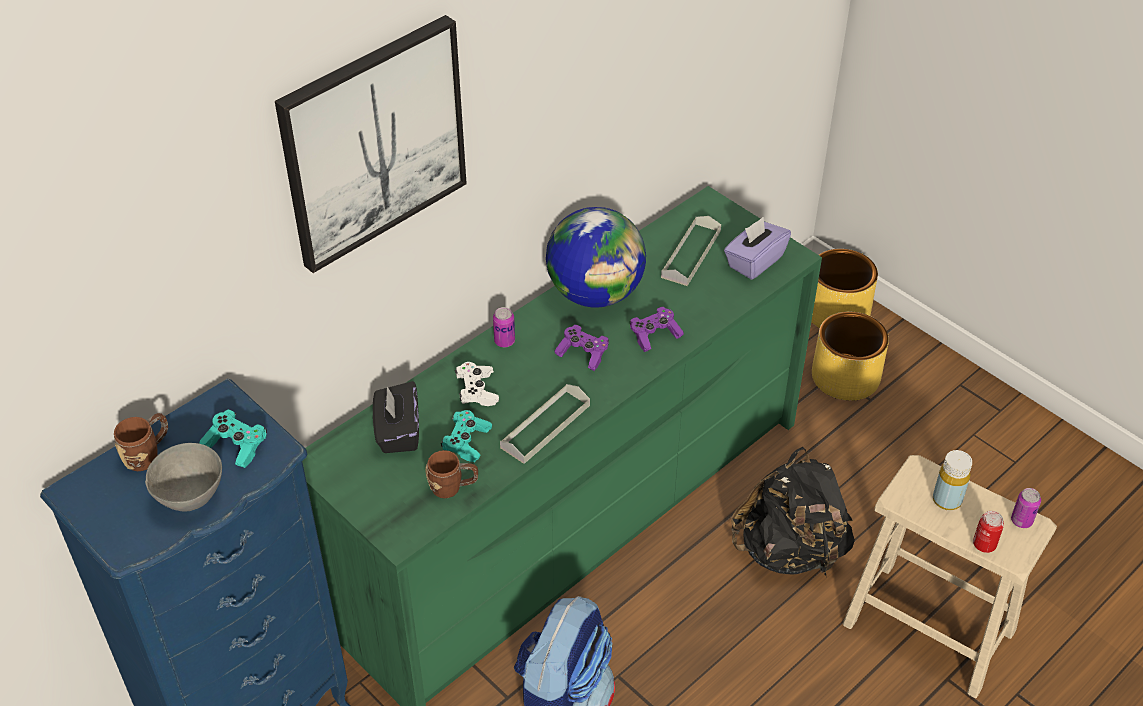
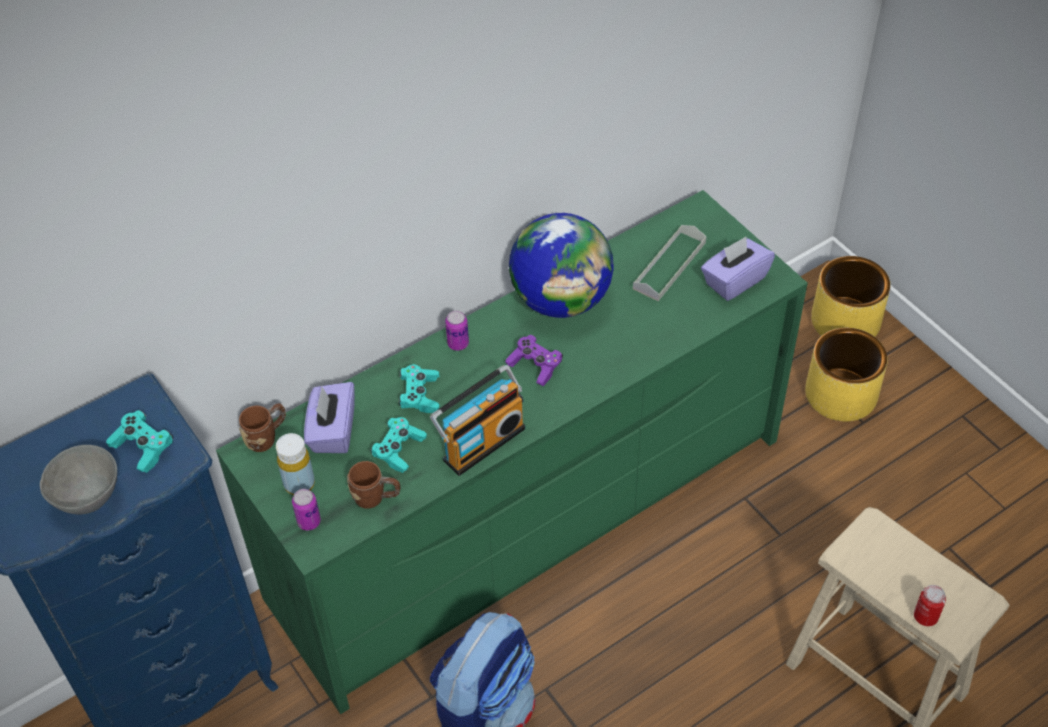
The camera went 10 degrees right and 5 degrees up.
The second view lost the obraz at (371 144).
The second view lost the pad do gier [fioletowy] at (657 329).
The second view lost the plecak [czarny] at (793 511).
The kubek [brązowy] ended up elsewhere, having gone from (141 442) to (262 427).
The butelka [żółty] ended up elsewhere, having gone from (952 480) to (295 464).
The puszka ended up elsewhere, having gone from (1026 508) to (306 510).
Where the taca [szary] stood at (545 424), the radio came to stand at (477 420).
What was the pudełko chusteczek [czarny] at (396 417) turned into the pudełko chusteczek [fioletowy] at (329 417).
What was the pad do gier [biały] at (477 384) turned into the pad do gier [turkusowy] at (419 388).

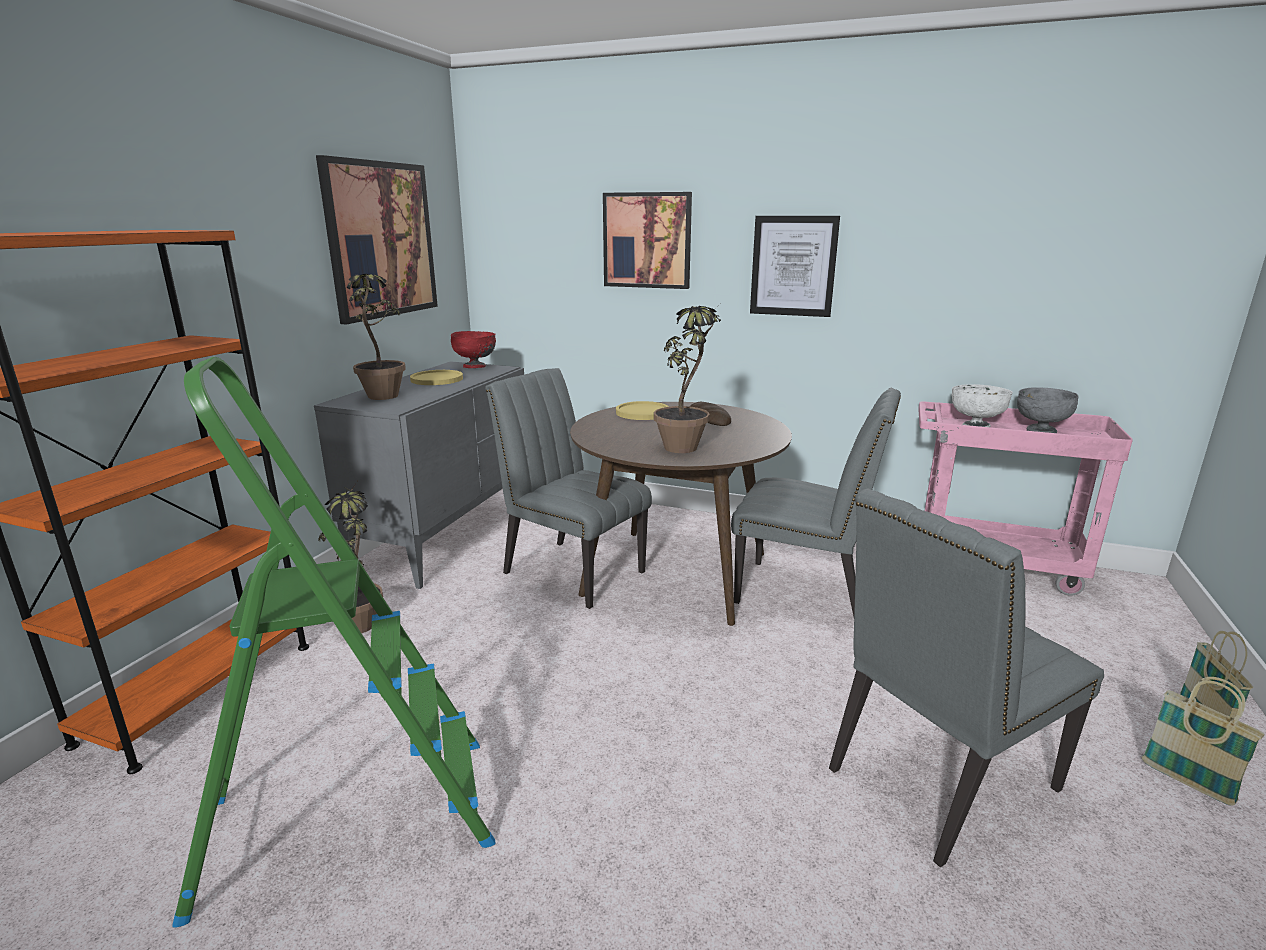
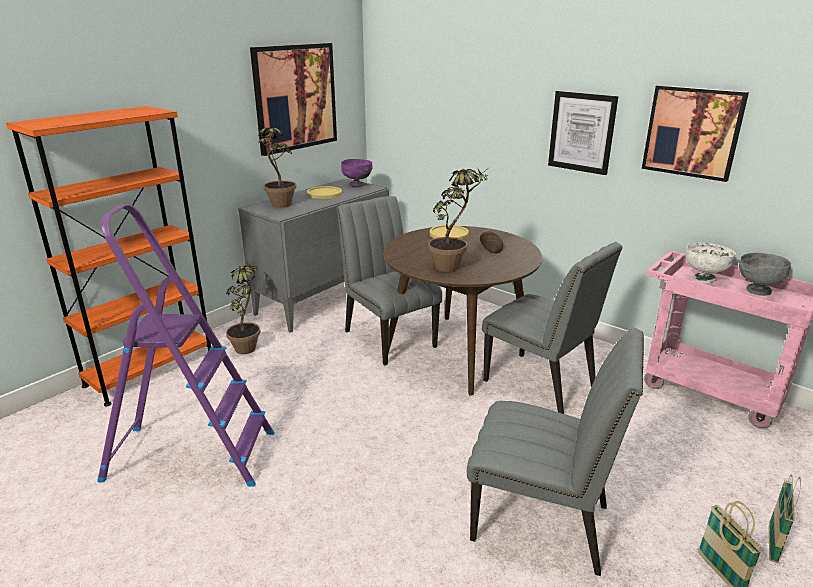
The camera went 20 degrees right and 5 degrees up.
The obraz ended up elsewhere, having gone from (647 240) to (695 133).
What was the drabinka [zielony] at (334 642) turned into the drabinka [fioletowy] at (186 345).
What was the miska [czerwony] at (473 349) turned into the miska [fioletowy] at (357 172).
The krzesło [szary] at (966 677) ended up facing another way, 150 degrees counterclockwise from before.

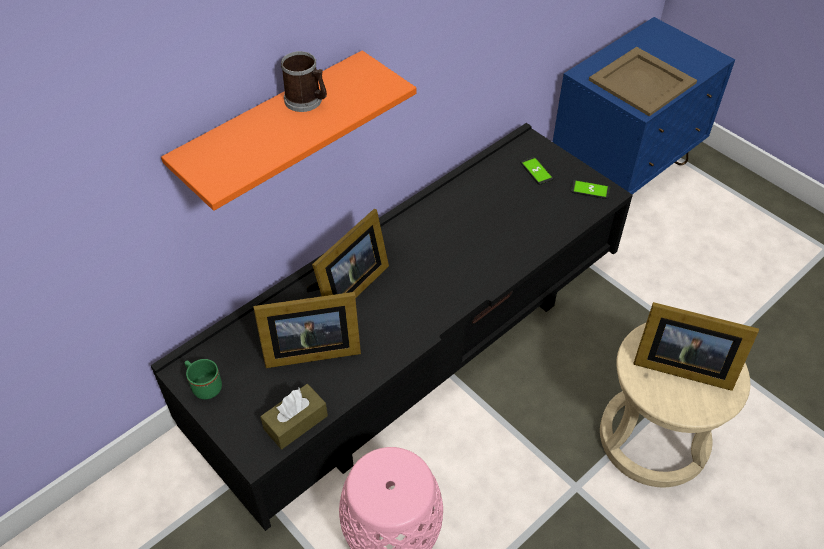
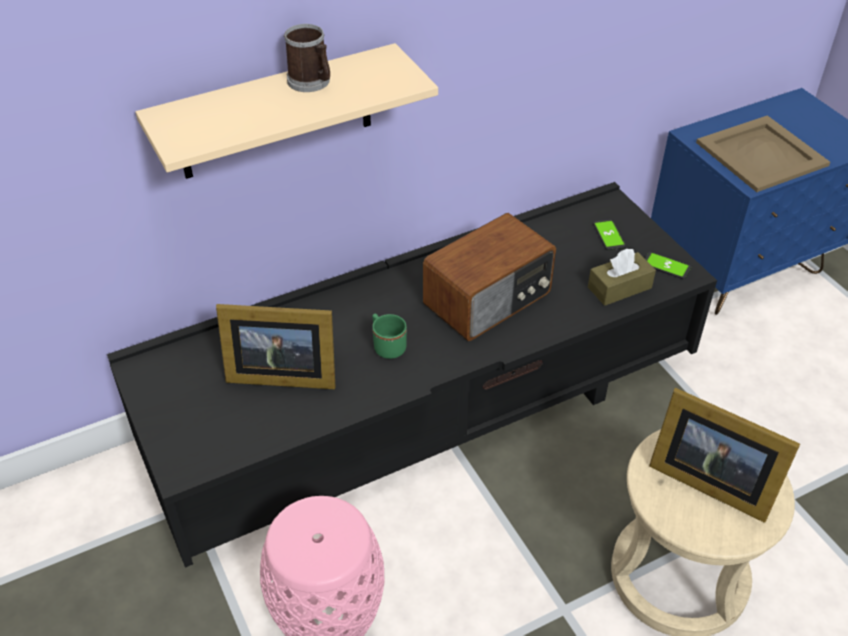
The camera went 15 degrees right and 5 degrees down.
The second view lost the ramka na zdjęcie at (348 253).
The second view gained the radio at (489 277).
The kubek [zielony] ended up elsewhere, having gone from (203 379) to (389 336).
The pudełko chusteczek [brązowy] ended up elsewhere, having gone from (294 416) to (622 277).
What was the półka [pomarańczowy] at (288 130) turned into the półka [beżowy] at (286 111).

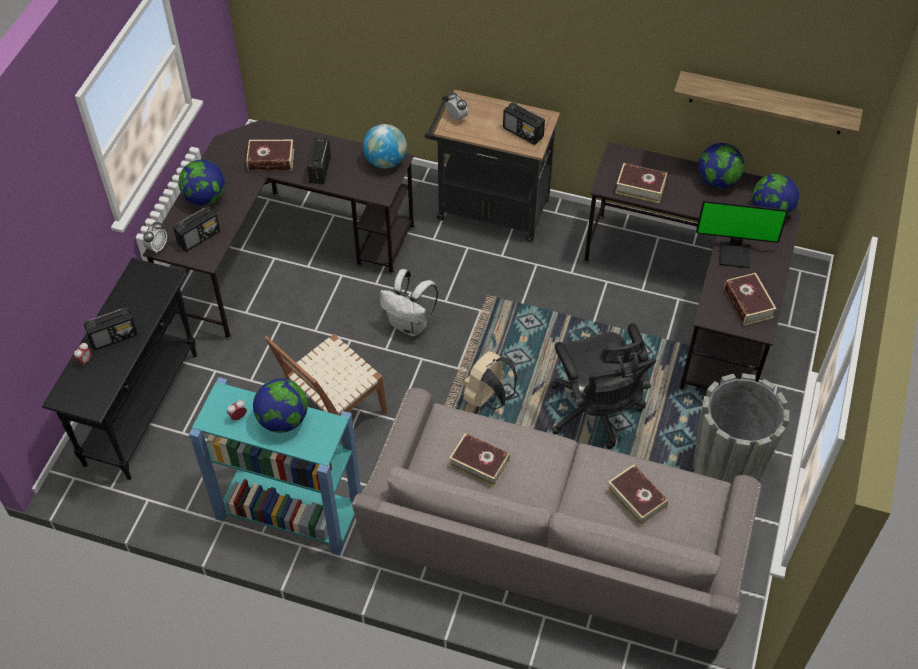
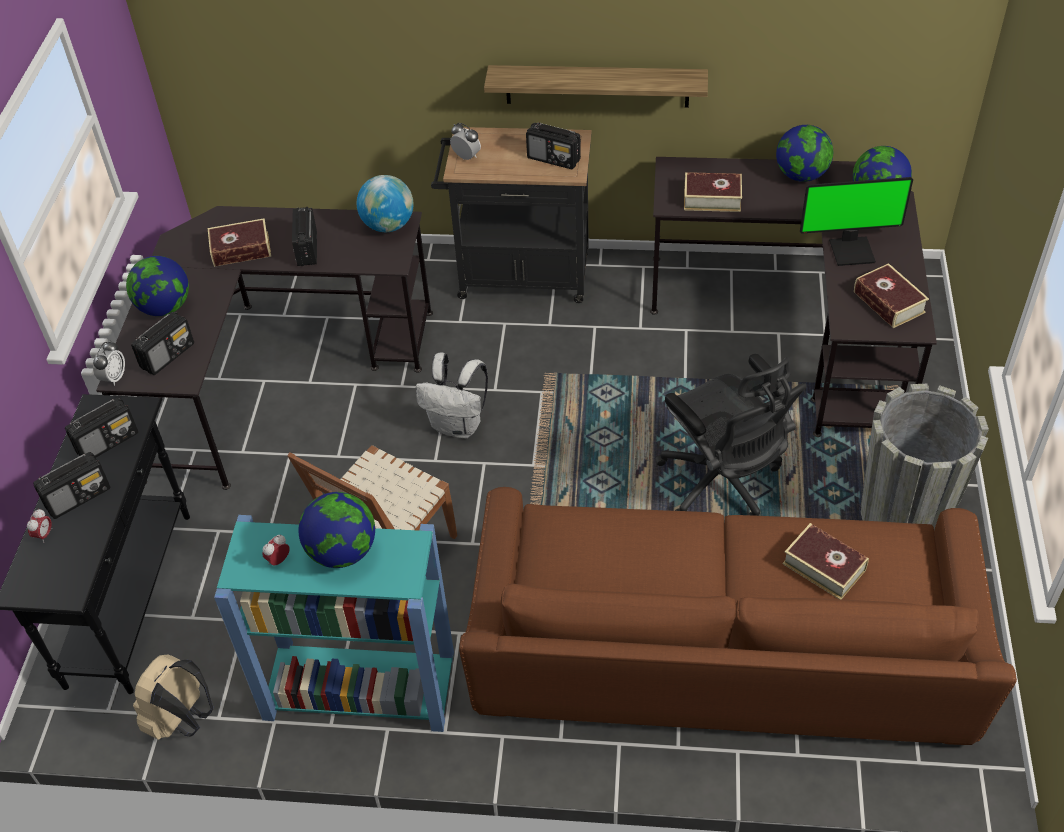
The camera went 10 degrees left and 5 degrees down.
The second view lost the książka at (479 460).
The second view gained the radio at (101 427).
The plecak [beżowy] ended up elsewhere, having gone from (490 380) to (173 697).
The półka ended up elsewhere, having gone from (768 103) to (596 86).
What was the kanapa [szary] at (556 519) turned into the kanapa [brązowy] at (738 616).

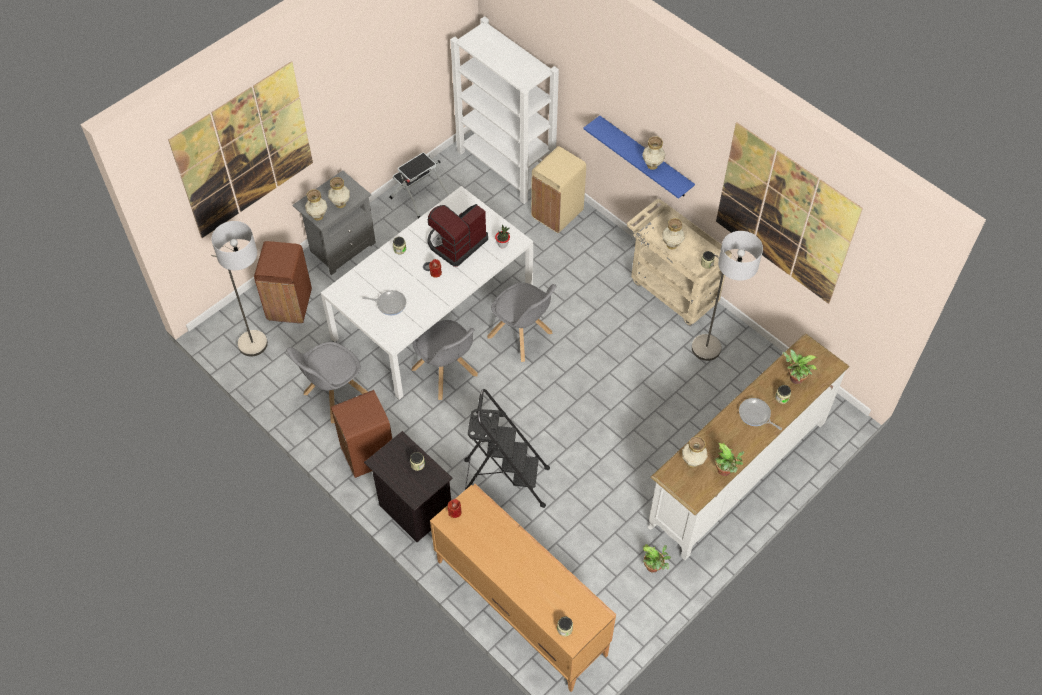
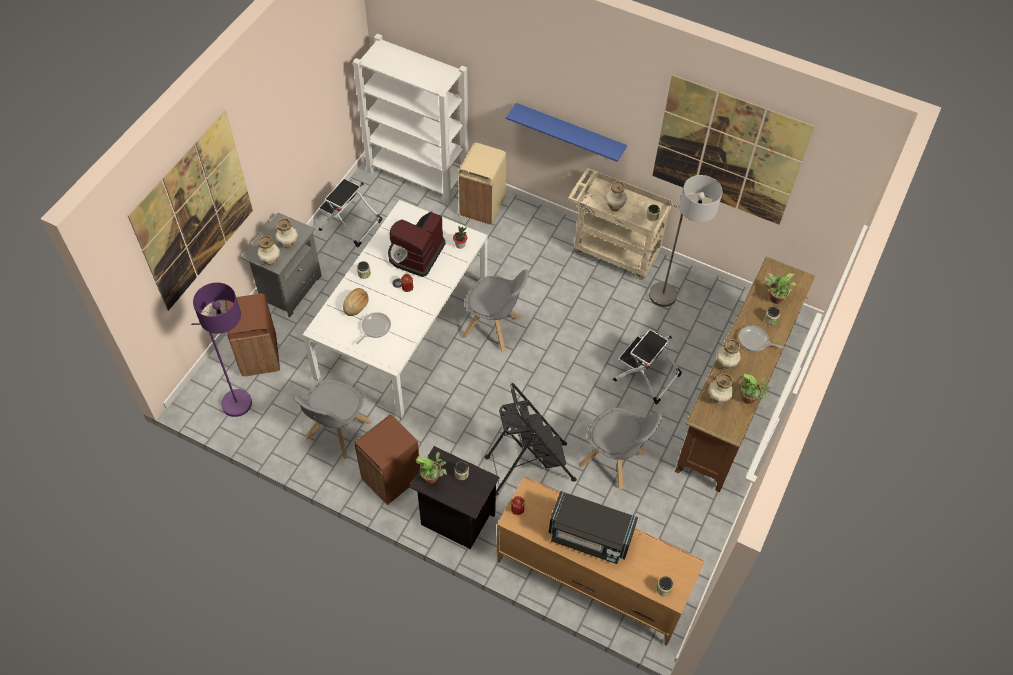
The camera went 20 degrees left and 0 degrees up.
The second view gained the chleb at (356 302).
The second view gained the mikrofalówka [czarny] at (593 527).
The second view gained the drabinka at (647 367).
The krzesło [szary] ended up elsewhere, having gone from (444 360) to (620 449).
The wazon ended up elsewhere, having gone from (654 153) to (728 354).
The roślina doniczkowa ended up elsewhere, having gone from (657 558) to (431 468).
What was the lampa stojąca [szary] at (239 289) turned into the lampa stojąca [fioletowy] at (221 349).
What was the szafka [biały] at (748 446) turned into the szafka [brązowy] at (745 374).
The patelnia at (384 302) ended up facing another way, 45 degrees counterclockwise from before.

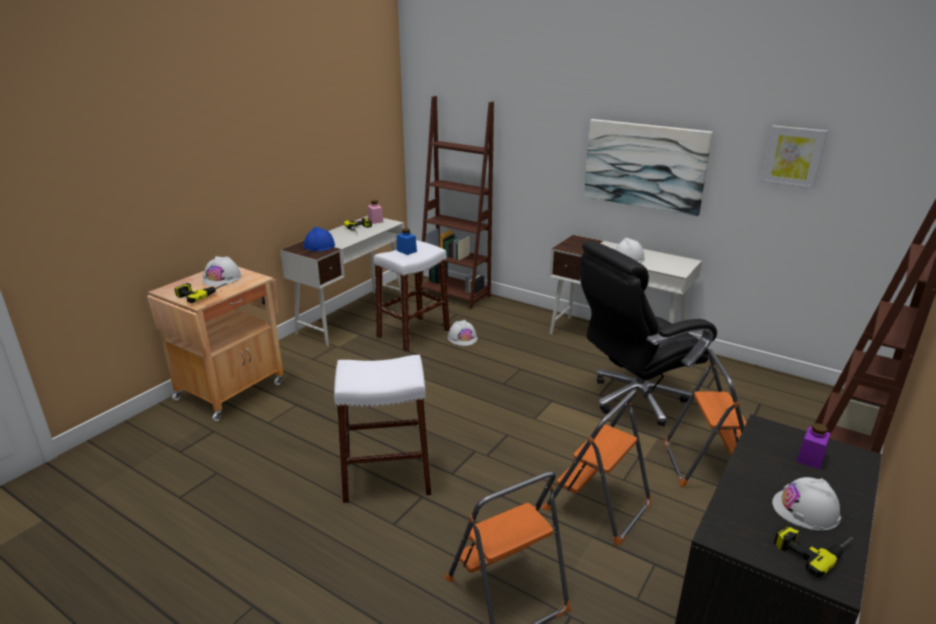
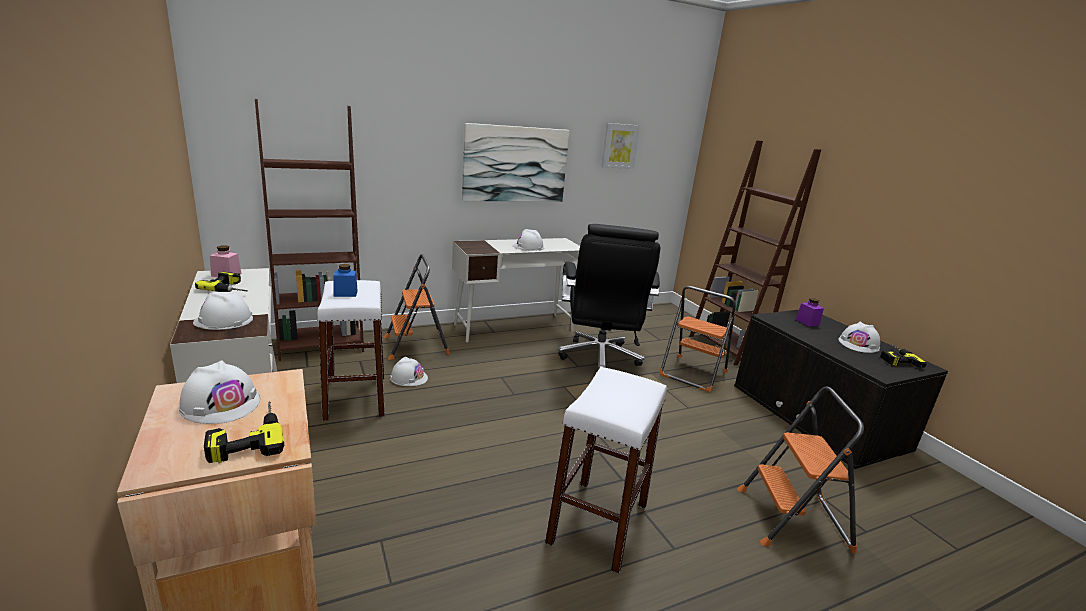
The camera went 60 degrees left and 5 degrees down.
The drabinka [pomarańczowy] ended up elsewhere, having gone from (597 467) to (417 307).
What was the kask [niebieski] at (319 239) turned into the kask [biały] at (223 311).

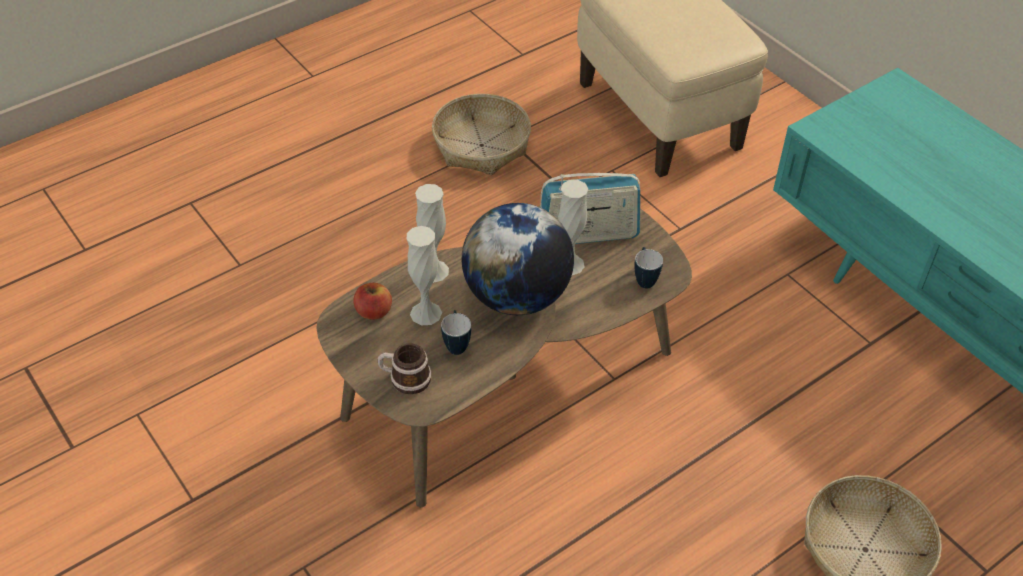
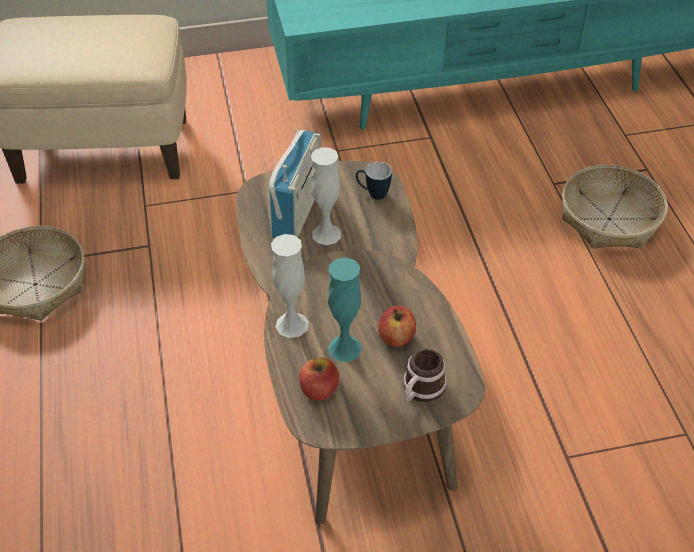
The camera went 65 degrees left and 0 degrees up.
The second view lost the globus at (518 259).
Where the kubek stood at (456 332), the jabłko came to stand at (397 326).
What was the wazon [biały] at (424 275) turned into the wazon [turkusowy] at (345 309).

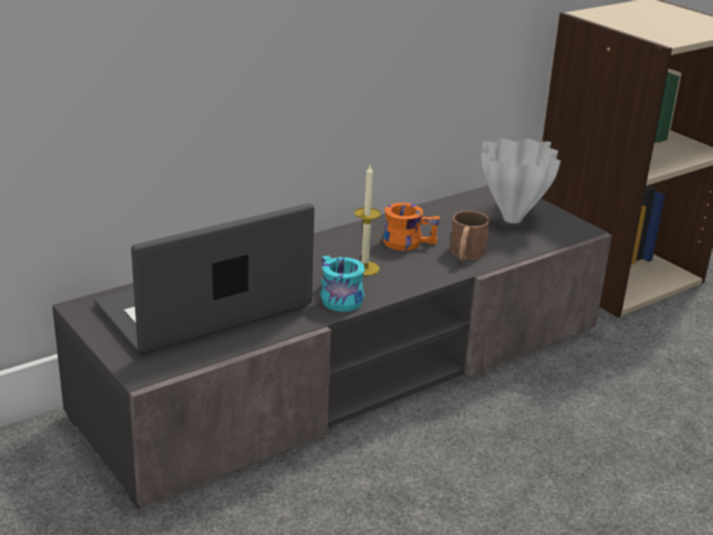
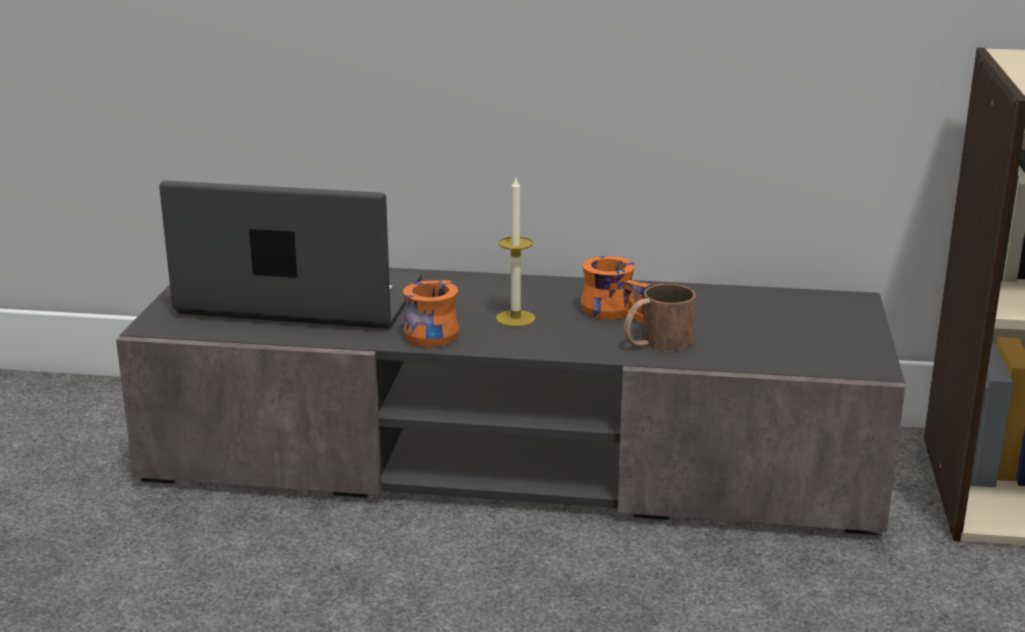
The camera went 45 degrees right and 5 degrees down.
The second view lost the wazon [biały] at (521 180).
What was the kubek [turkusowy] at (342 284) turned into the kubek [pomarańczowy] at (431 313).

